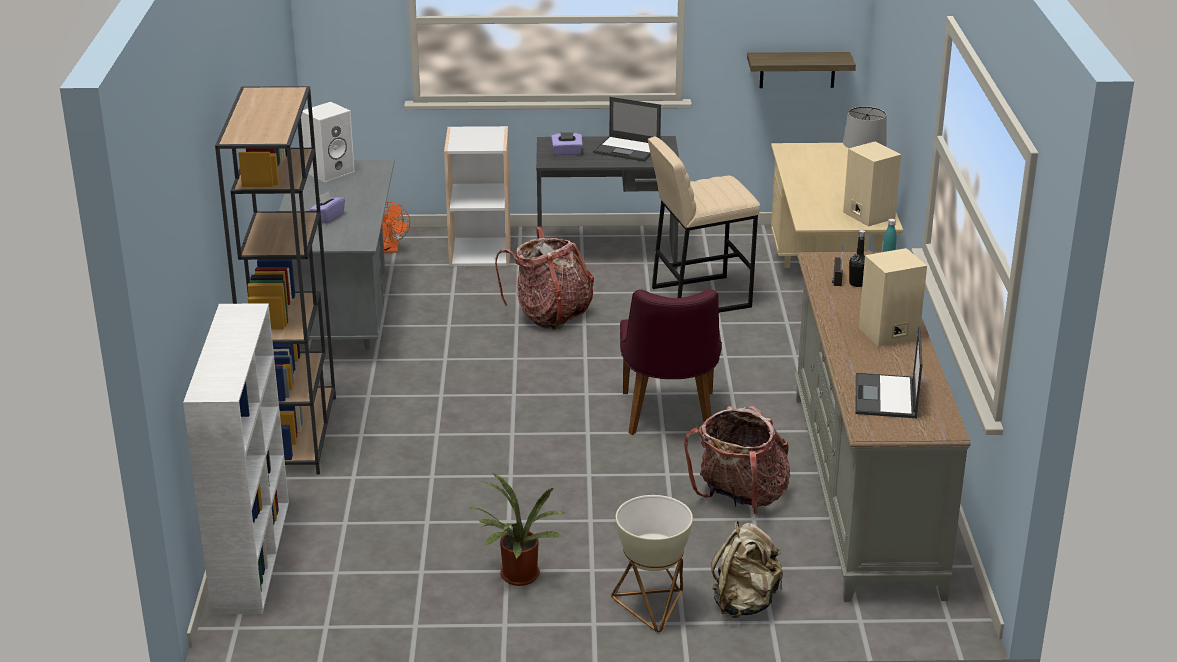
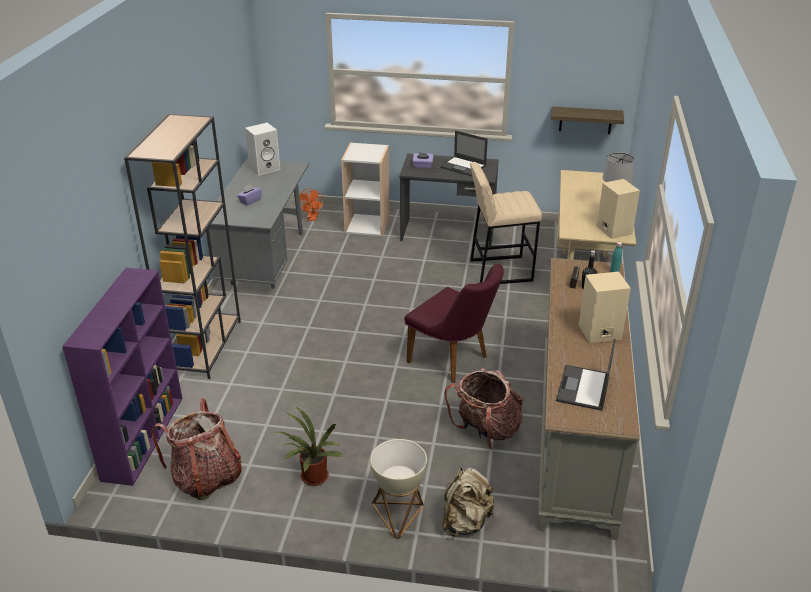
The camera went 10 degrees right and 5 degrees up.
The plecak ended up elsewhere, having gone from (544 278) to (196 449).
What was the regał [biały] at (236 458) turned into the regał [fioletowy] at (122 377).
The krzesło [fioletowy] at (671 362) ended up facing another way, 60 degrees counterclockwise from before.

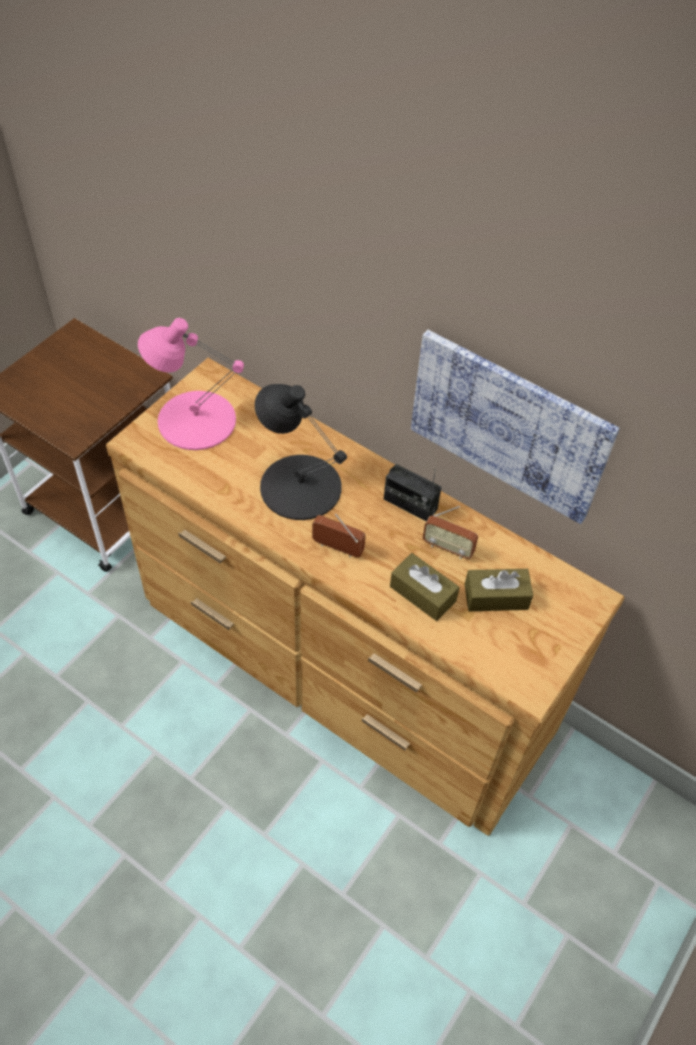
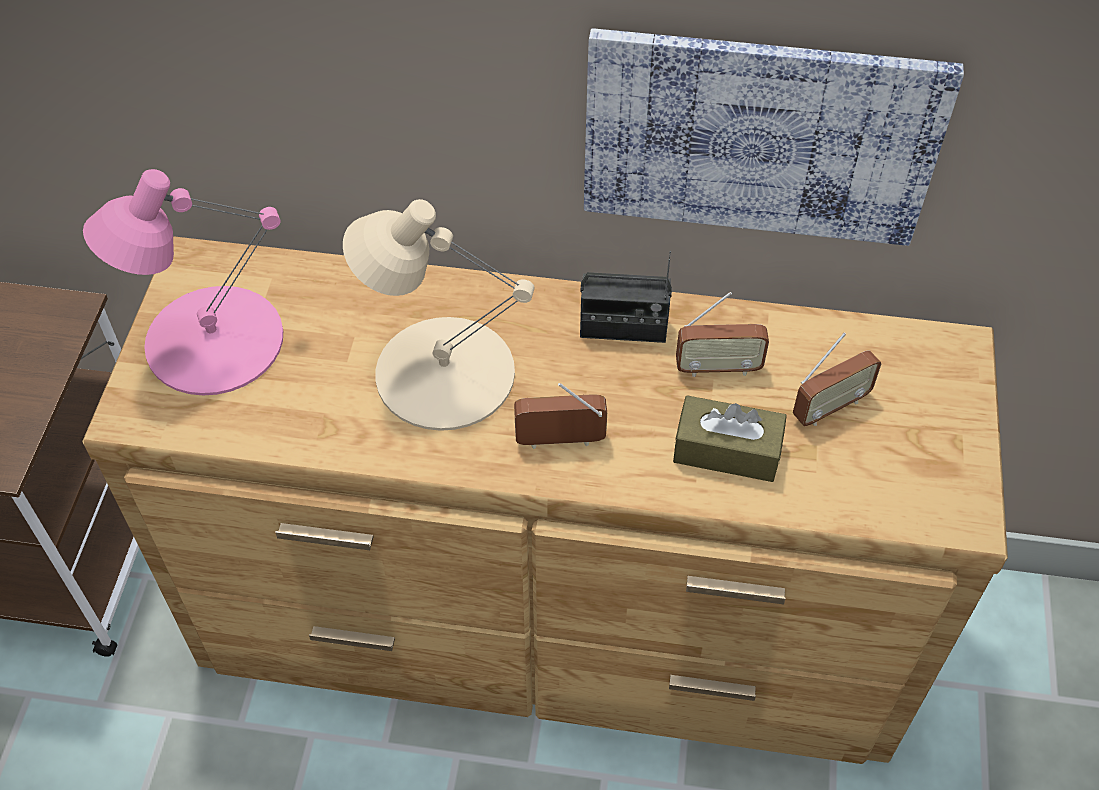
The camera went 25 degrees left and 0 degrees up.
Where the pudełko chusteczek [brązowy] stood at (499 590), the radio came to stand at (837 379).
What was the lampa stołowa [czarny] at (301 452) turned into the lampa stołowa [beżowy] at (439 315).

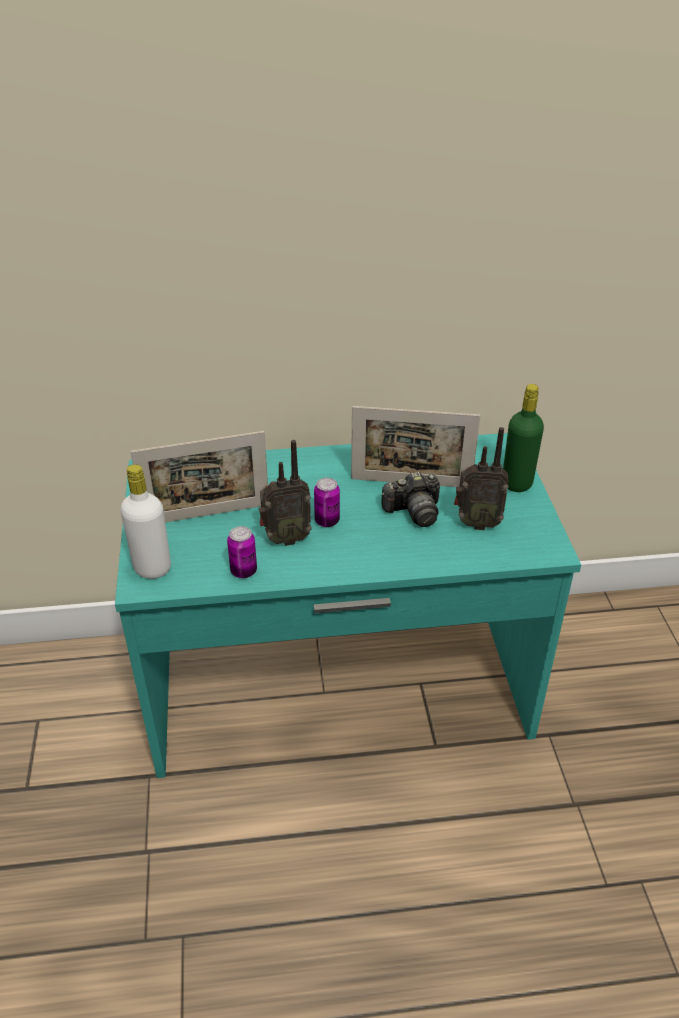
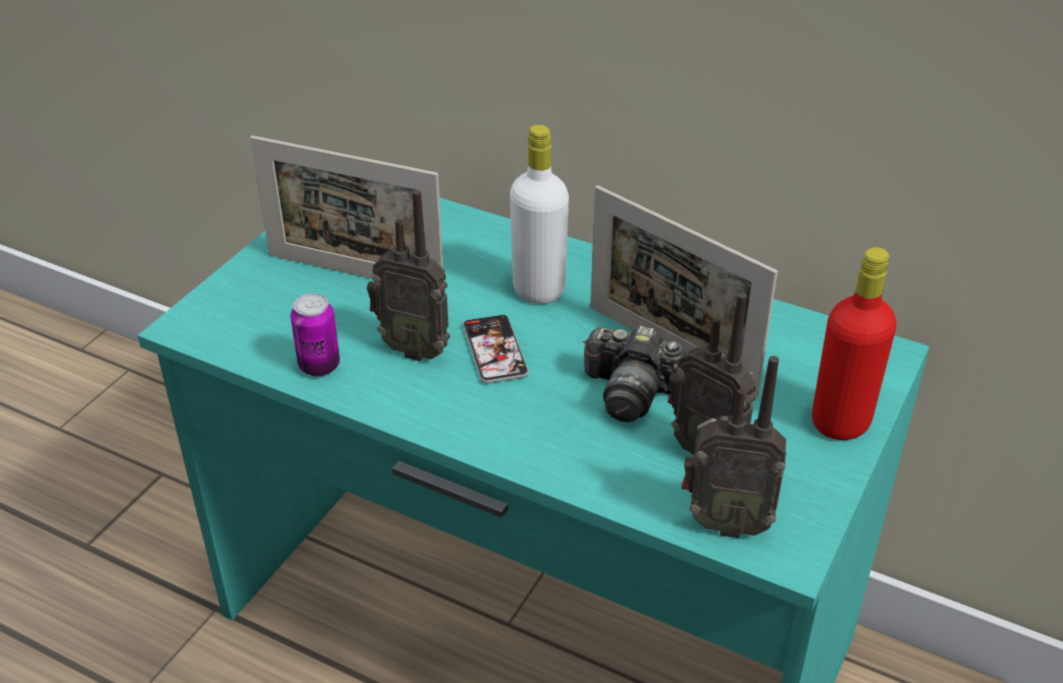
The camera went 35 degrees right and 0 degrees up.
The second view gained the radio at (733 447).
The butelka [biały] ended up elsewhere, having gone from (145 522) to (539 214).
Where the puszka stood at (327 502), the telefon came to stand at (495 349).
What was the butelka [zielony] at (523 438) turned into the butelka [czerwony] at (854 343).

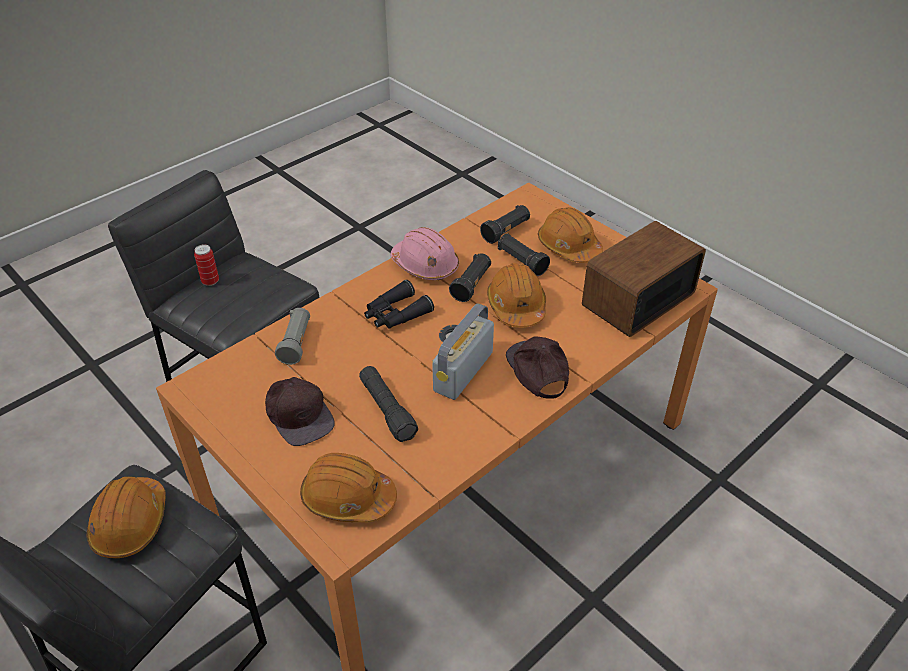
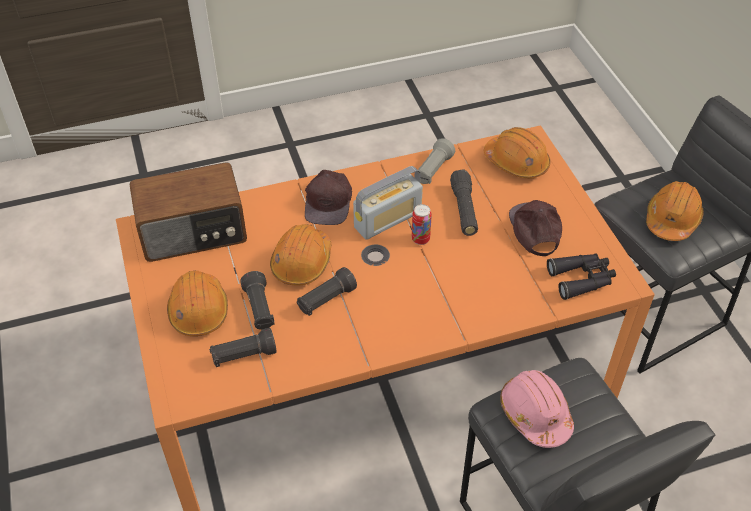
The camera went 155 degrees left and 5 degrees up.
The puszka ended up elsewhere, having gone from (206 265) to (422 224).
The latarka [szary] ended up elsewhere, having gone from (292 336) to (436 161).
The lornetka [czarny] ended up elsewhere, having gone from (399 304) to (581 277).
The kask [różowy] ended up elsewhere, having gone from (425 253) to (537 409).

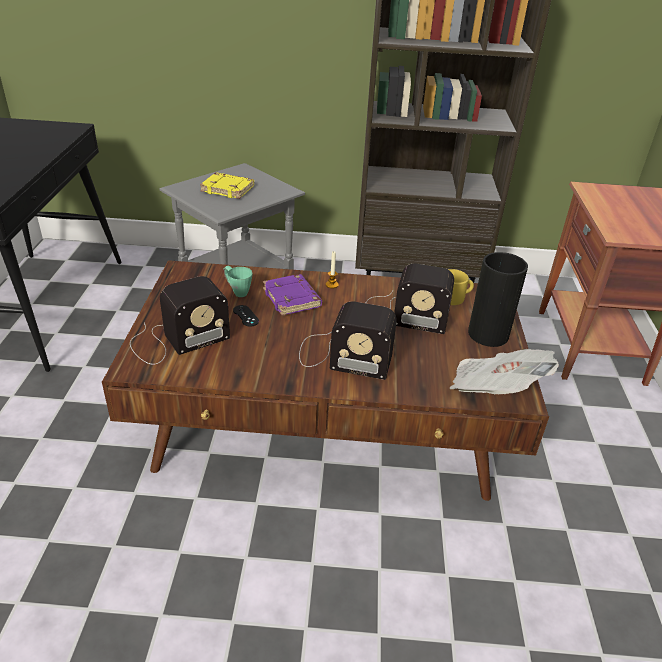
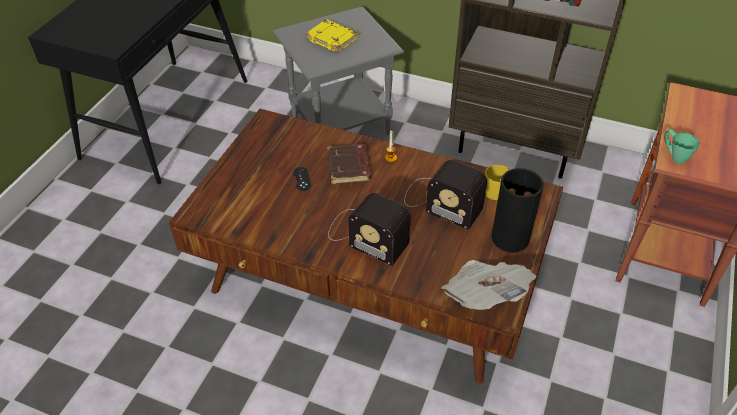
The camera went 20 degrees right and 10 degrees up.
The second view lost the radio at (180 320).
The kubek [zielony] ended up elsewhere, having gone from (237 281) to (682 146).
What was the książka [fioletowy] at (292 295) turned into the książka [brązowy] at (349 164).

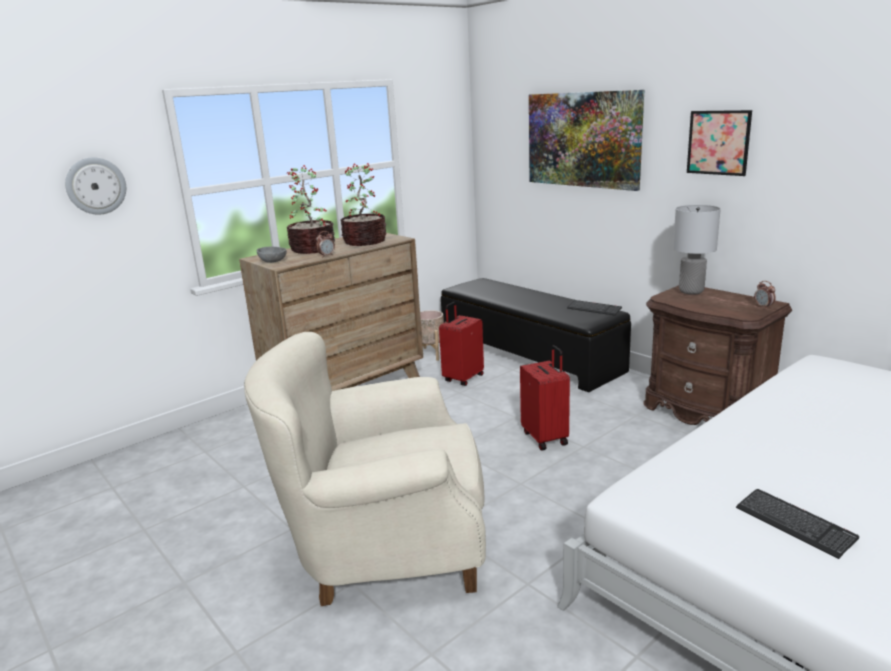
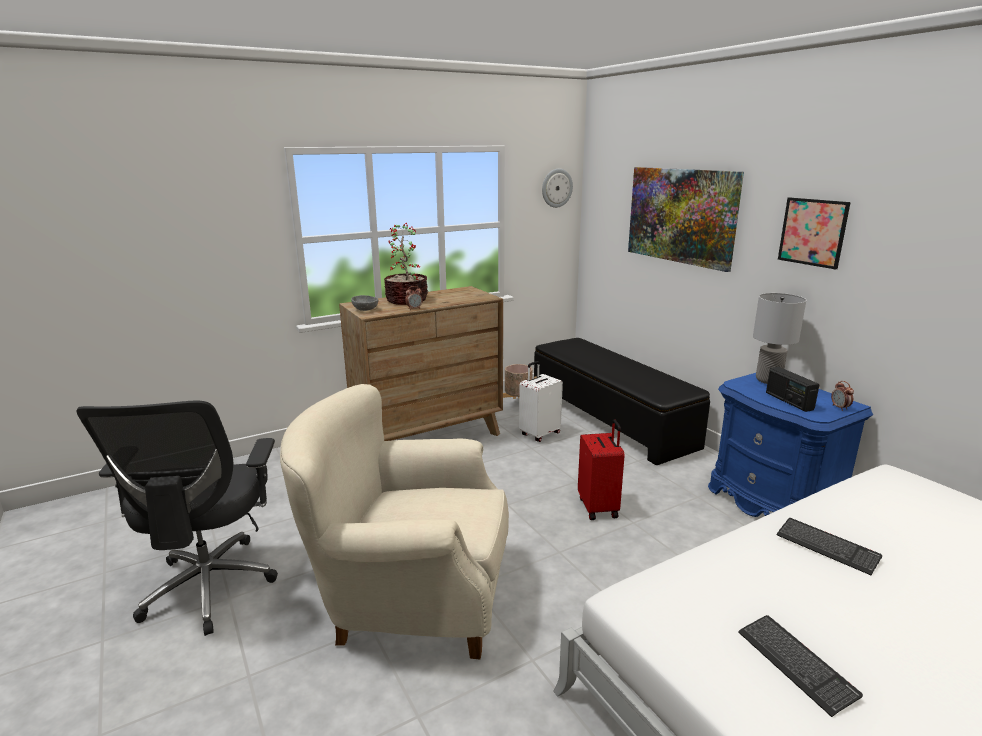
The camera went 10 degrees right and 0 degrees up.
The second view lost the roślina doniczkowa at (363 204).
The second view gained the krzesło biurowe at (177 518).
The second view gained the radio at (793 389).
The zegar ścienny ended up elsewhere, having gone from (95 186) to (557 188).
The klawiatura ended up elsewhere, having gone from (594 308) to (829 546).
What was the walizka [czerwony] at (461 344) turned into the walizka [biały] at (541 401).
What was the szafka nocna [brązowy] at (718 355) turned into the szafka nocna [niebieski] at (790 445).

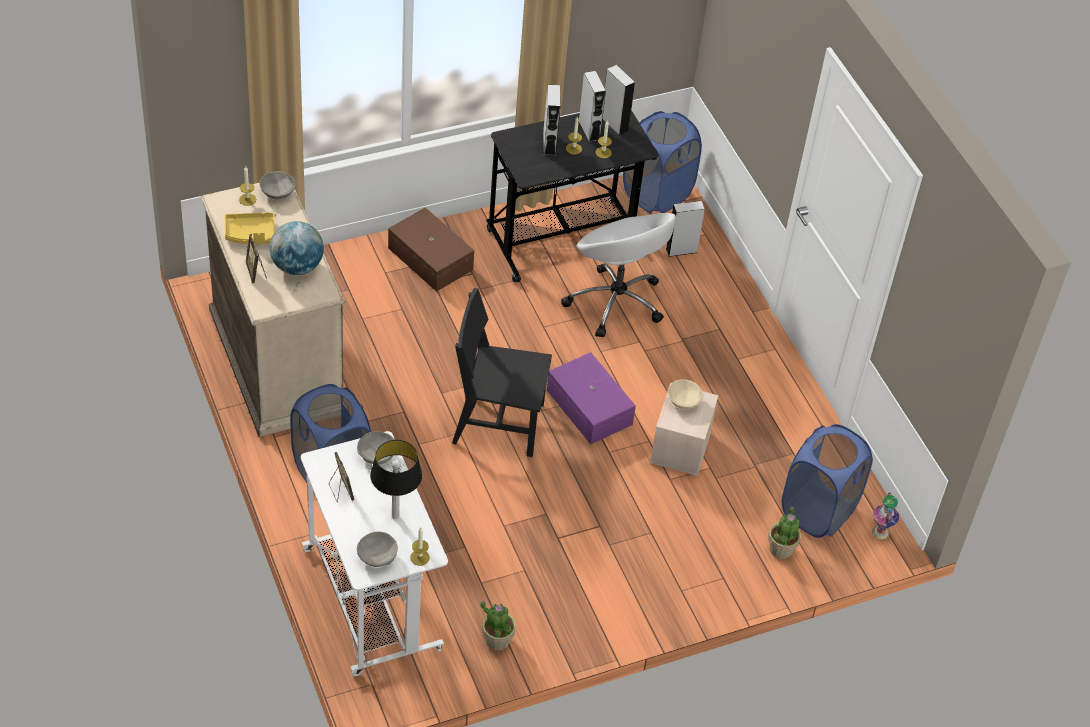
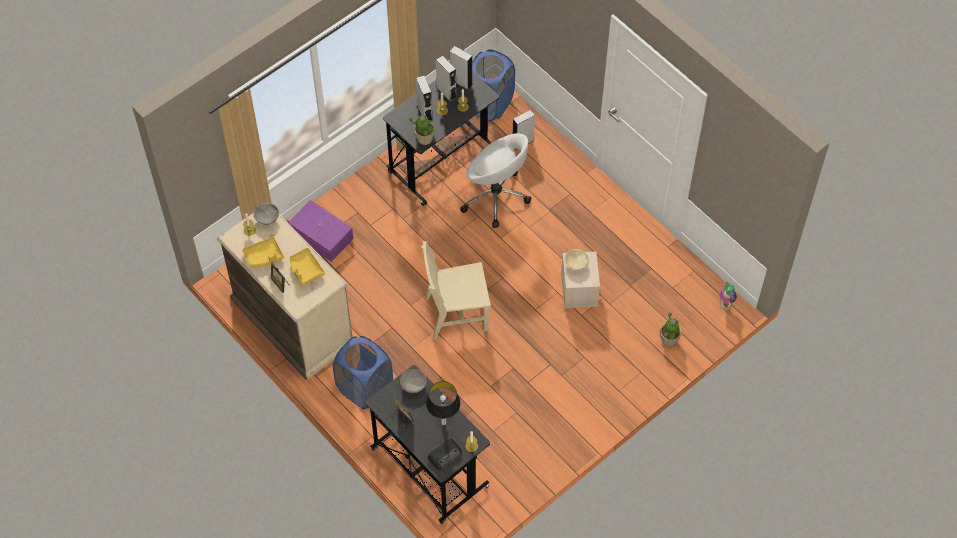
The camera went 15 degrees left and 10 degrees up.
The second view lost the pojemnik do przechowywania [brązowy] at (431 249).
The second view lost the kosz na pranie [niebieski] at (827 481).
The roślina doniczkowa ended up elsewhere, having gone from (498 626) to (422 130).
The pojemnik do przechowywania [fioletowy] ended up elsewhere, having gone from (591 398) to (321 231).
Where the globus stood at (297 248), the taca [żółty] came to stand at (307 267).
Where the miska [szary] stood at (377 549), the radio came to stand at (445 454).
What was the biurko [biały] at (374 553) turned into the biurko [czarny] at (428 444).
What was the krzesło [czarny] at (502 372) turned into the krzesło [beżowy] at (456 290).

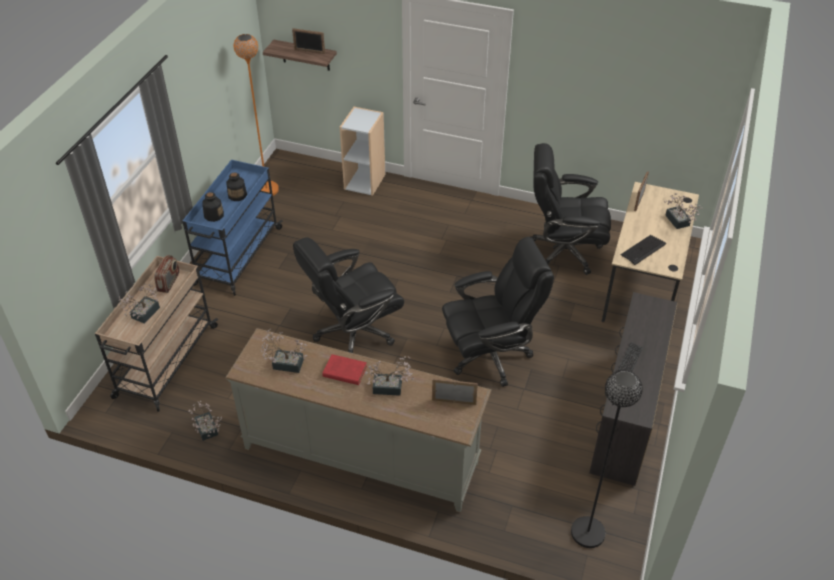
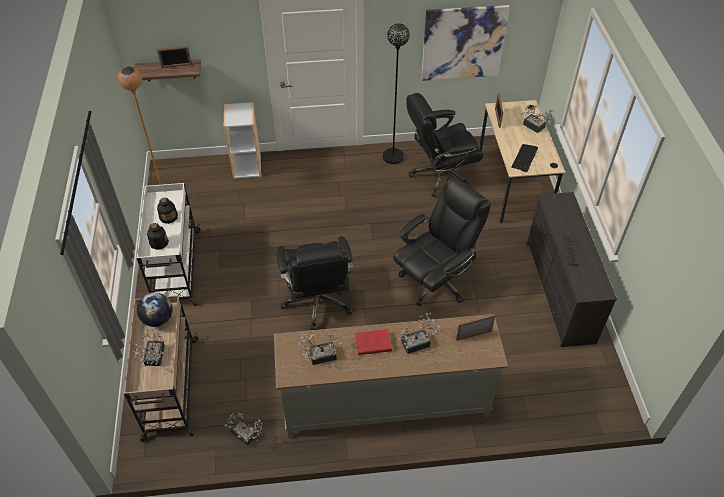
The camera went 25 degrees left and 5 degrees up.
The second view gained the obraz at (465 43).
The lampa stojąca [czarny] ended up elsewhere, having gone from (607 459) to (396 93).
Where the radio stood at (167 274), the globus came to stand at (154 310).
What was the wózek [niebieski] at (232 228) turned into the wózek [biały] at (168 244).
The krzesło biurowe [czarny] at (348 295) ended up facing another way, 45 degrees counterclockwise from before.

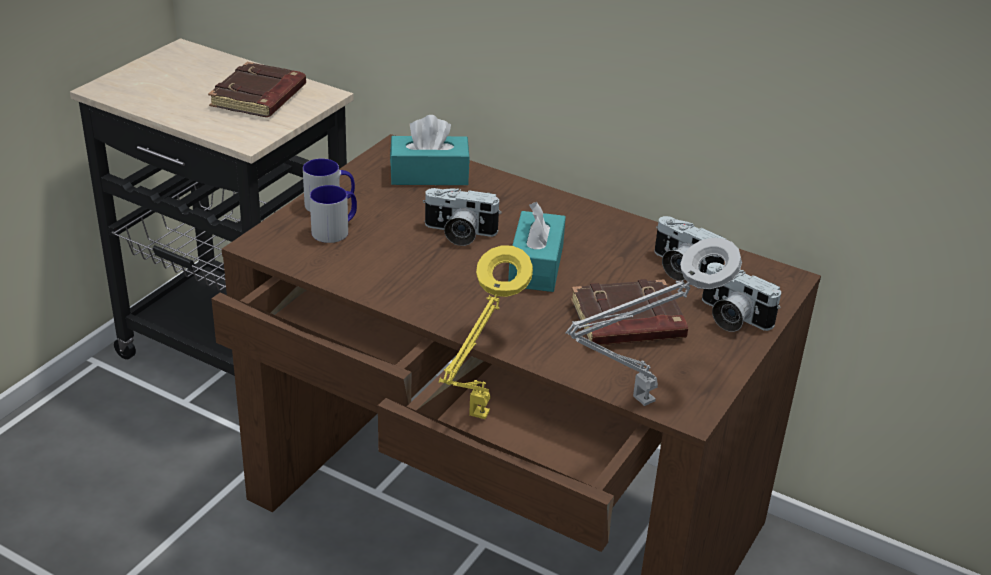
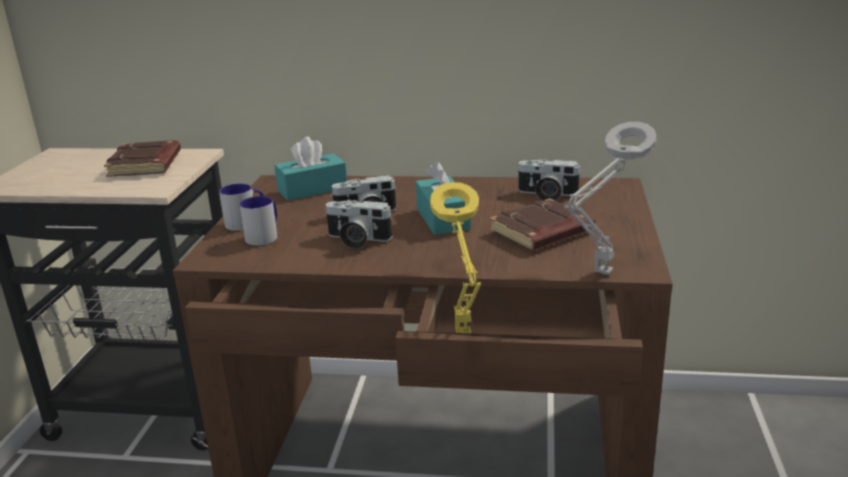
The camera went 20 degrees left and 10 degrees down.
The aparat fotograficzny ended up elsewhere, having gone from (741 297) to (359 224).

